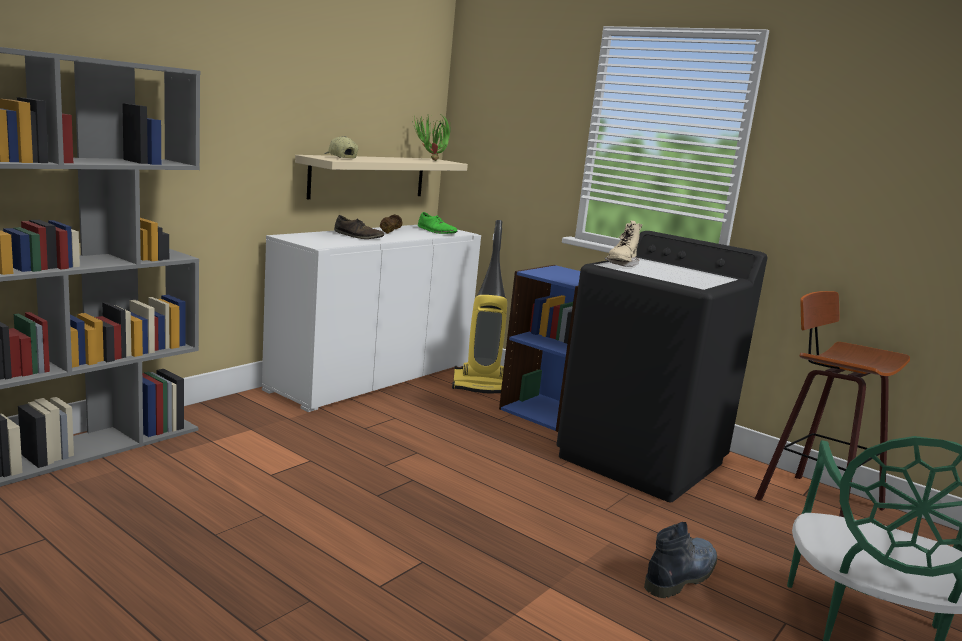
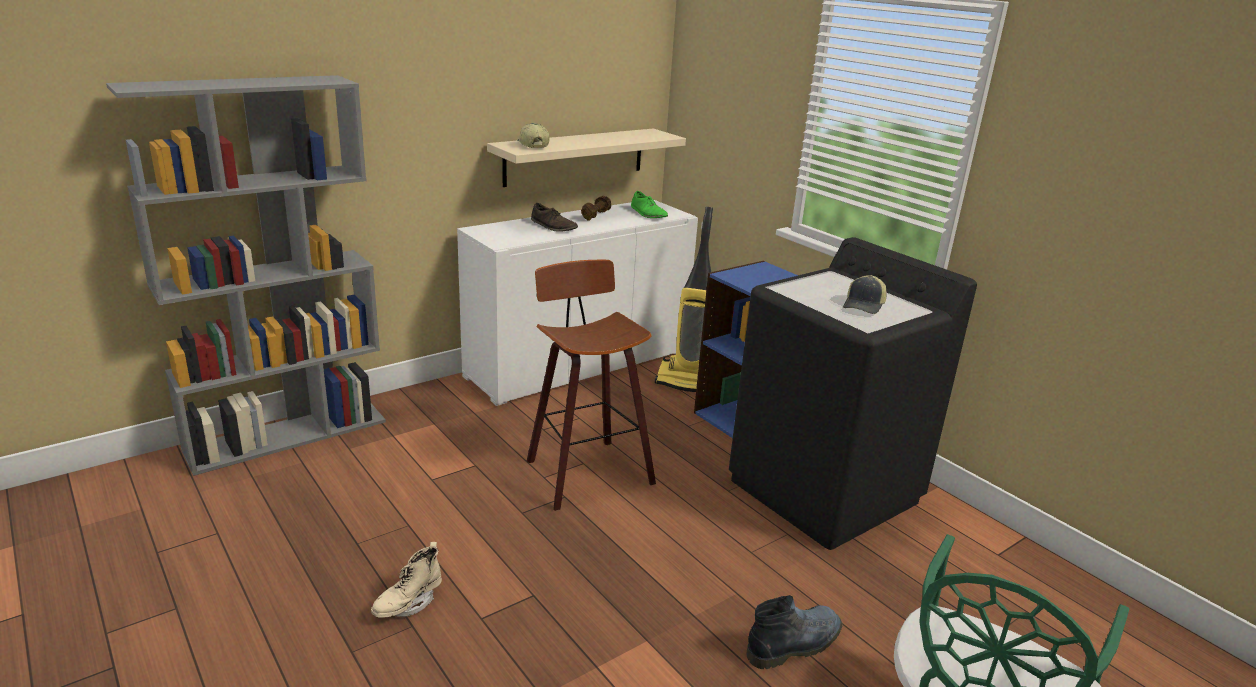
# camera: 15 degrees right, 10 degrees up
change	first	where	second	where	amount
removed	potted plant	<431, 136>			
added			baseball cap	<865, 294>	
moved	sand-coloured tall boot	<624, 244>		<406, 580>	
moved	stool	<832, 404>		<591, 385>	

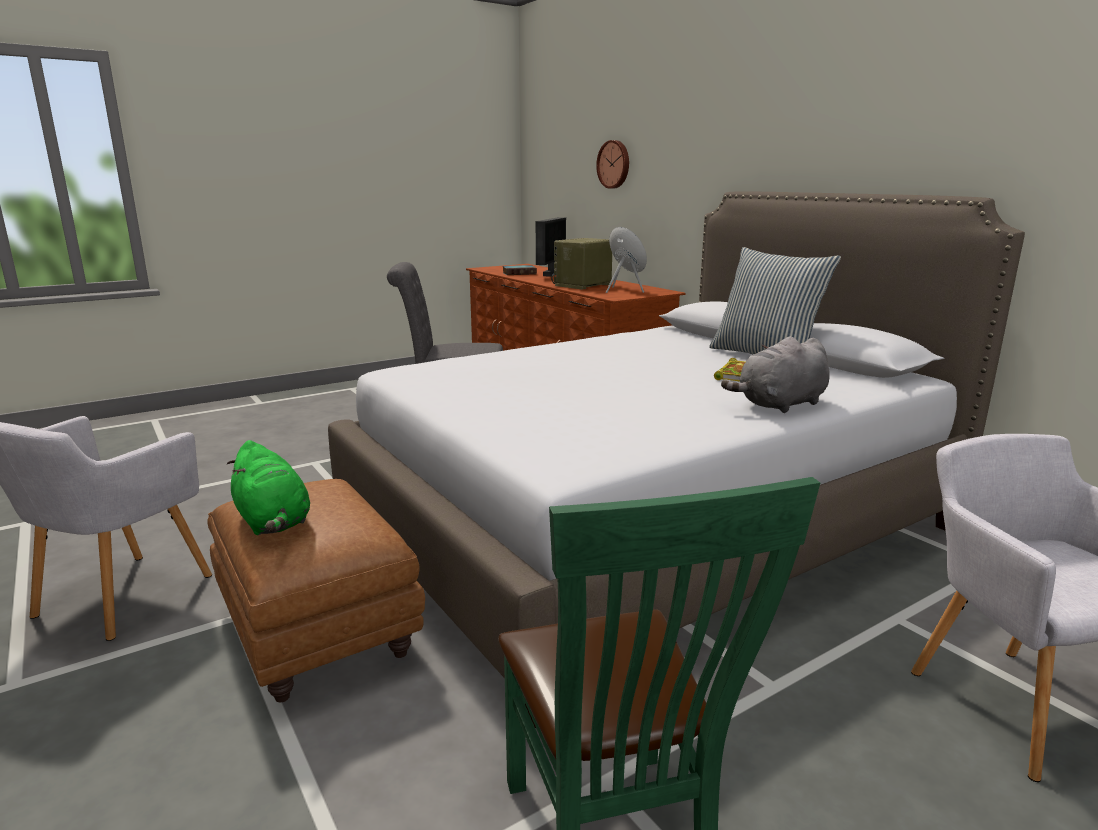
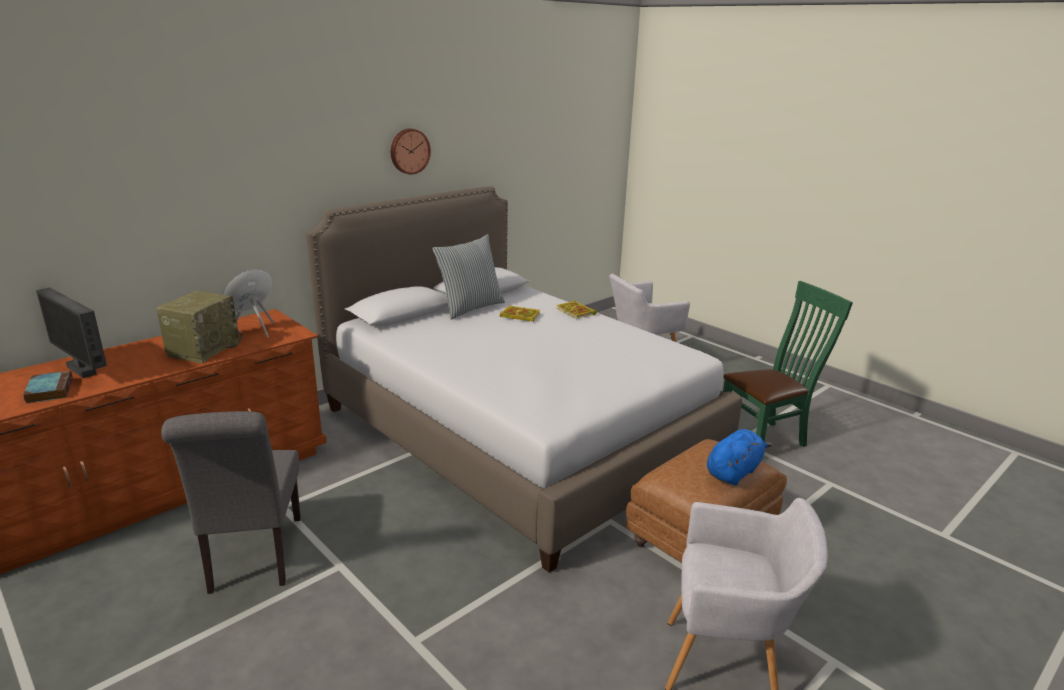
# camera: 100 degrees left, 5 degrees up
change	first	where	second	where	amount
moved	wall clock	<612, 164>		<411, 152>	
replaced	grey soft toy	<775, 374>	book	<576, 309>	
recoloured	green soft toy	<268, 487>	blue-coloured soft toy	<739, 457>	
turned	computer screen	<551, 247>		<71, 332>	150 degrees counterclockwise
turned	radio set	<581, 263>		<199, 327>	105 degrees counterclockwise

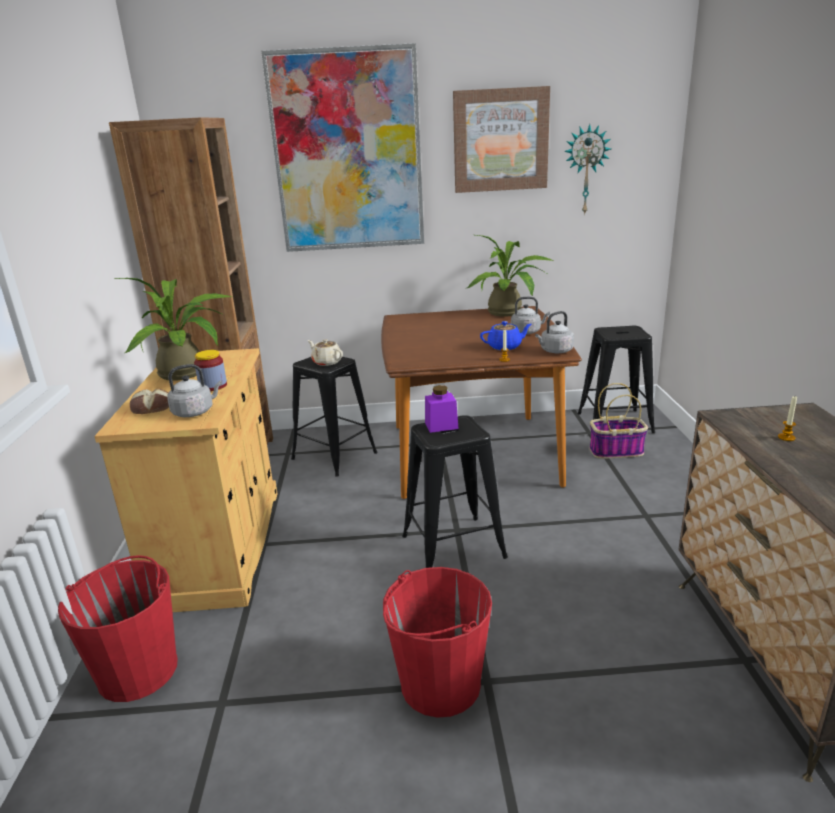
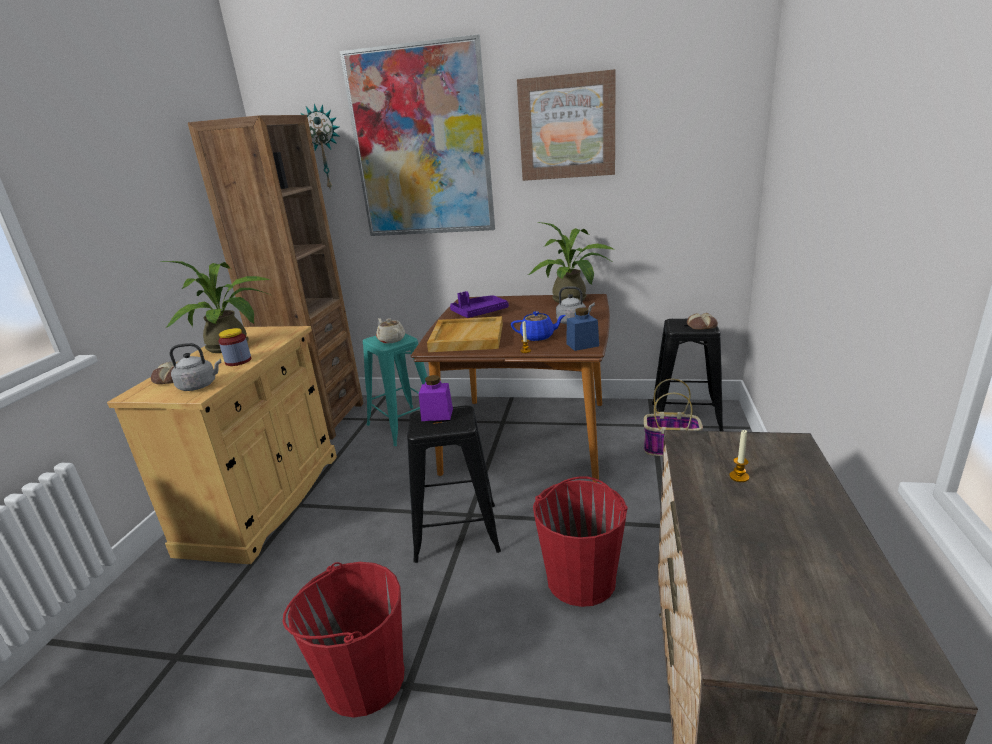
# camera: 15 degrees right, 0 degrees up
change	first	where	second	where	amount
added			sand-coloured tray	<465, 334>	
added			purple-coloured tray	<479, 304>	
added			bread	<702, 321>	
moved	red water bucket	<118, 628>		<580, 541>	
moved	wall clock	<587, 169>		<320, 147>	
replaced	grey kettle	<554, 332>	blue-coloured storage jar	<582, 329>	
recoloured	blackish stool	<334, 417>	turquoise-coloured stool	<395, 389>	

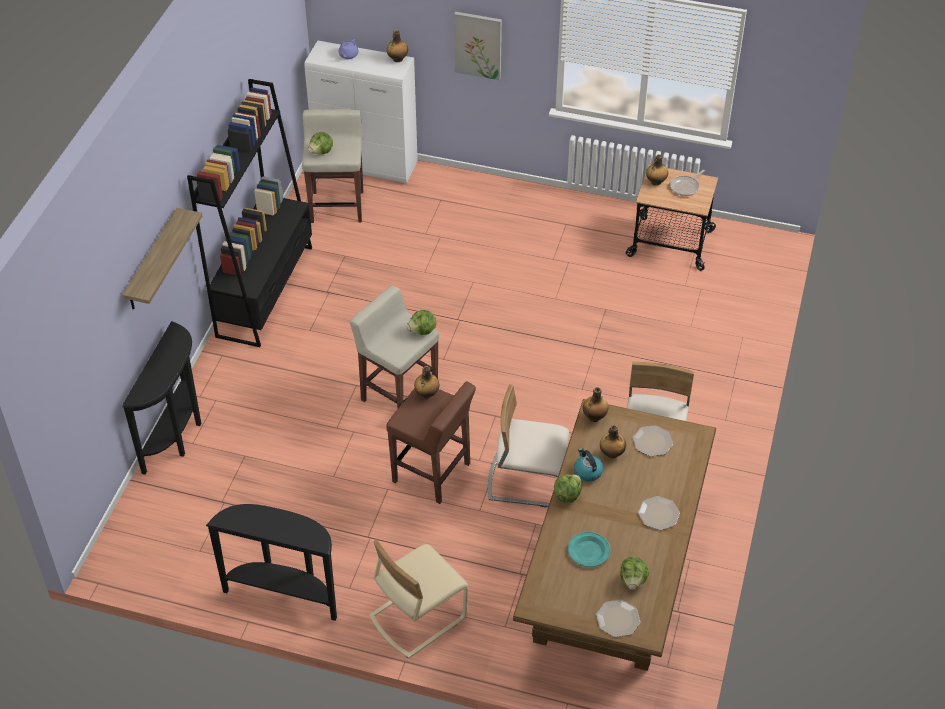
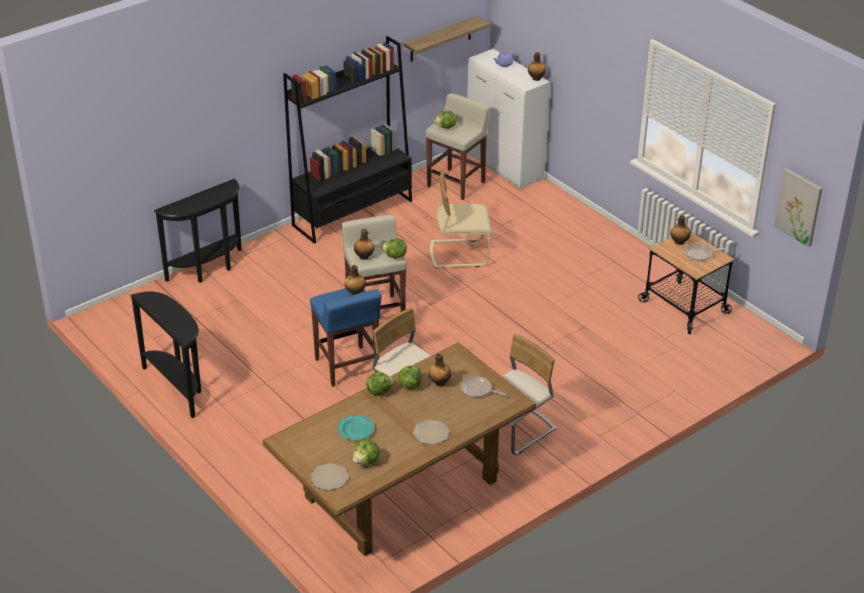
# camera: 35 degrees right, 10 degrees down
change	first	where	second	where	amount
moved	shelf	<162, 259>		<447, 39>	
moved	sand-coloured plain chair	<418, 599>		<461, 220>	
moved	wall picture	<478, 46>		<798, 207>	
moved	bottle	<595, 404>		<364, 244>	
replaced	kettle	<589, 465>	lettuce	<410, 377>	
replaced	flat dish	<653, 440>	skillet	<483, 386>	
recoloured	brown stool	<431, 442>	blue-coloured stool	<346, 337>	

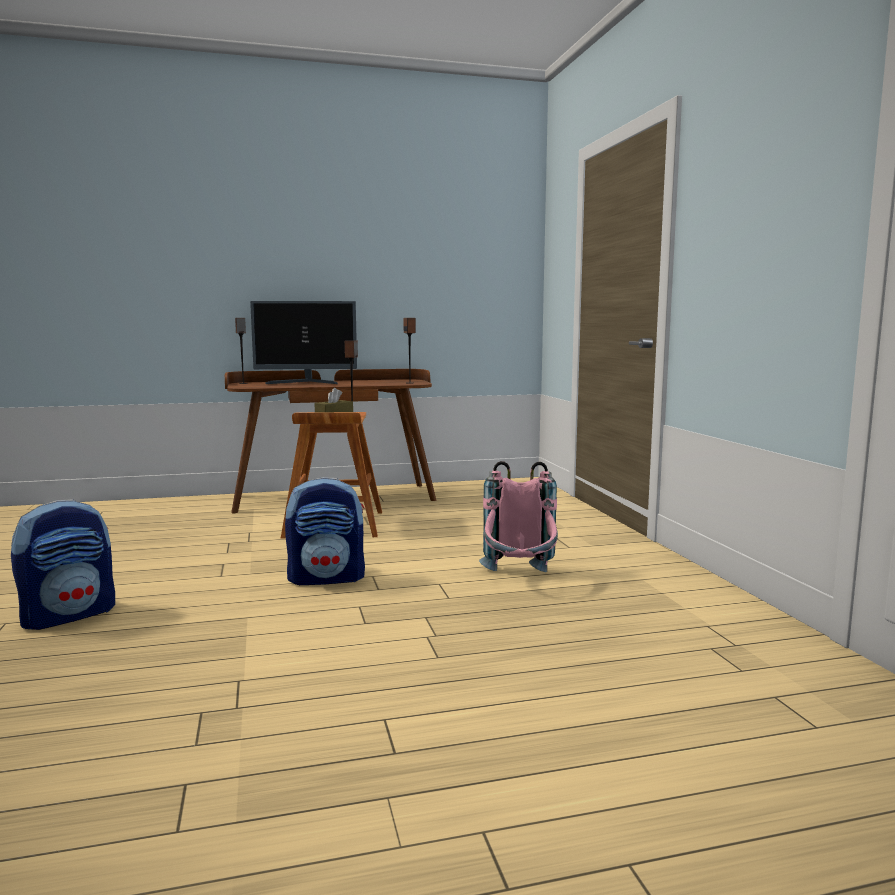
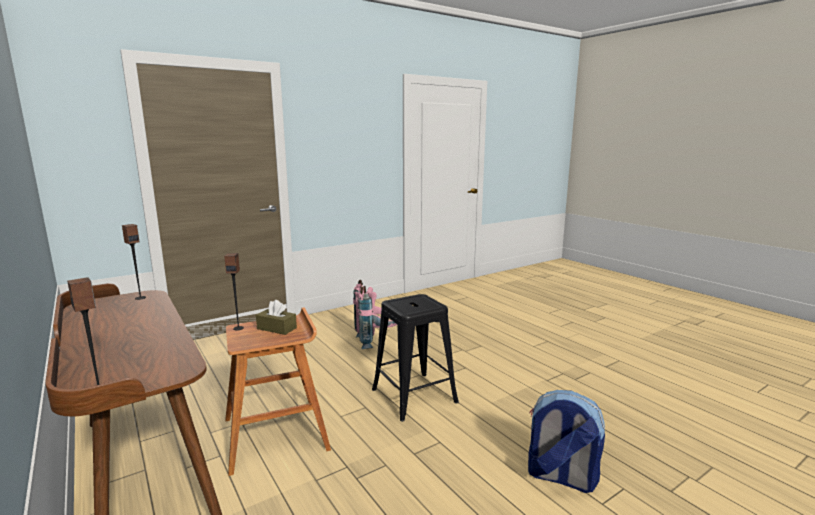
# camera: 110 degrees left, 5 degrees up
change	first	where	second	where	amount
removed	computer screen	<303, 342>			
replaced	knapsack	<325, 531>	blackish stool	<415, 358>	

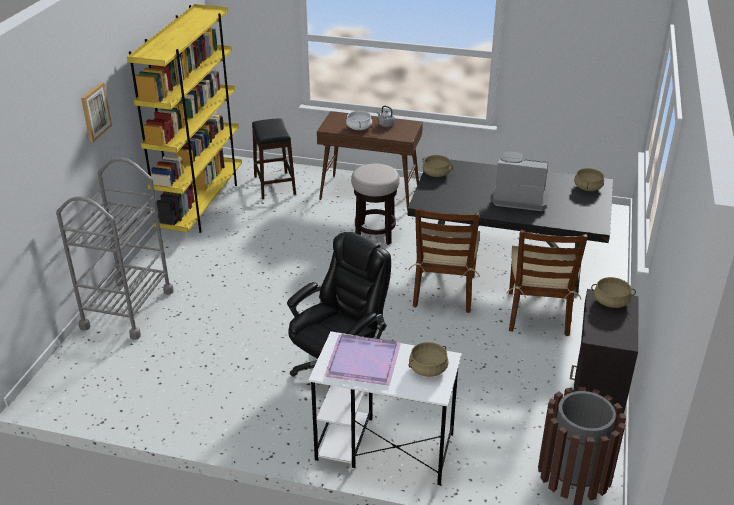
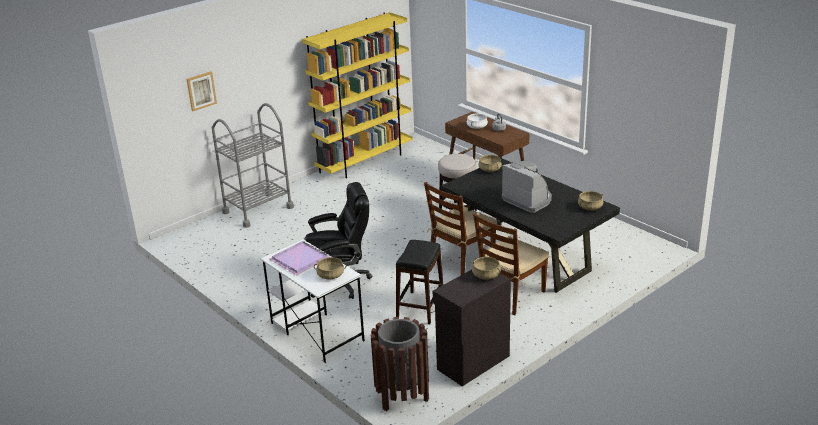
# camera: 35 degrees right, 5 degrees down
change	first	where	second	where	amount
moved	wall picture	<96, 112>		<201, 91>	
moved	blackish stool	<274, 158>		<419, 282>	

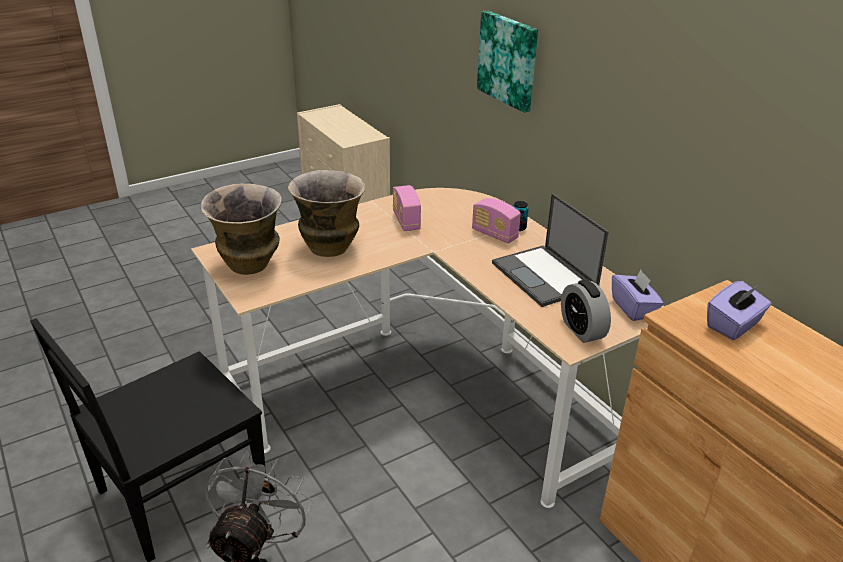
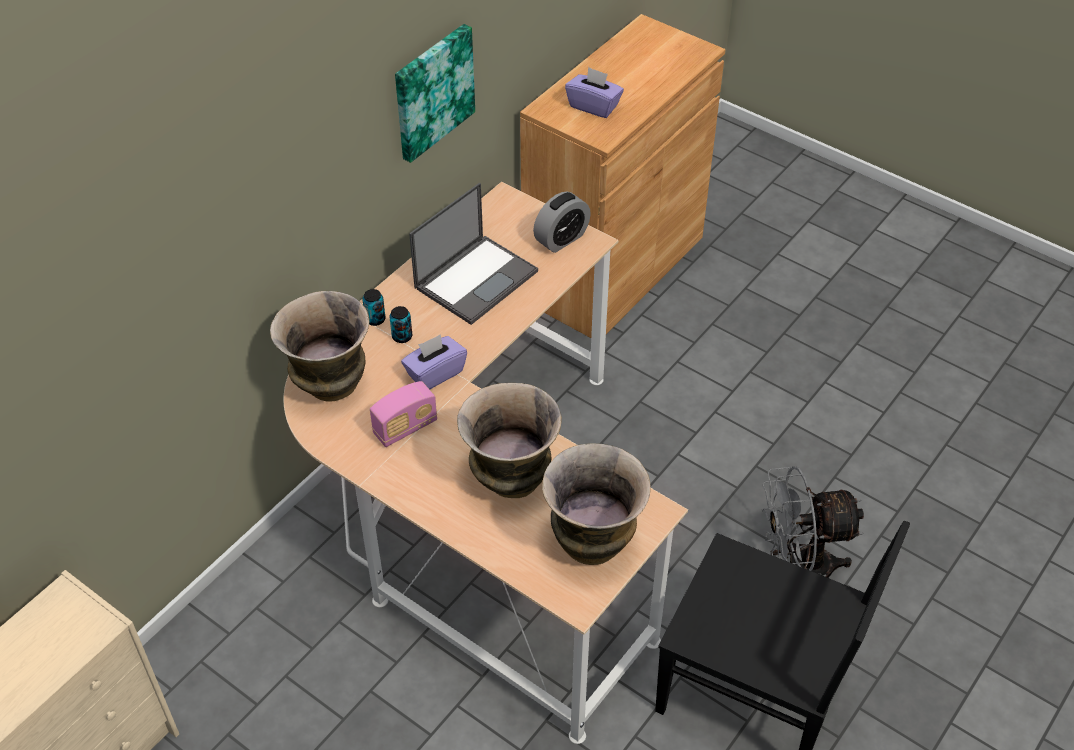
# camera: 110 degrees left, 15 degrees up
change	first	where	second	where	amount
added			decorative vase	<319, 346>	
moved	wall picture	<507, 61>		<435, 93>	
moved	purple-coloured tissue box	<638, 295>		<434, 361>	
replaced	radio set	<496, 221>	sealed can	<401, 324>	

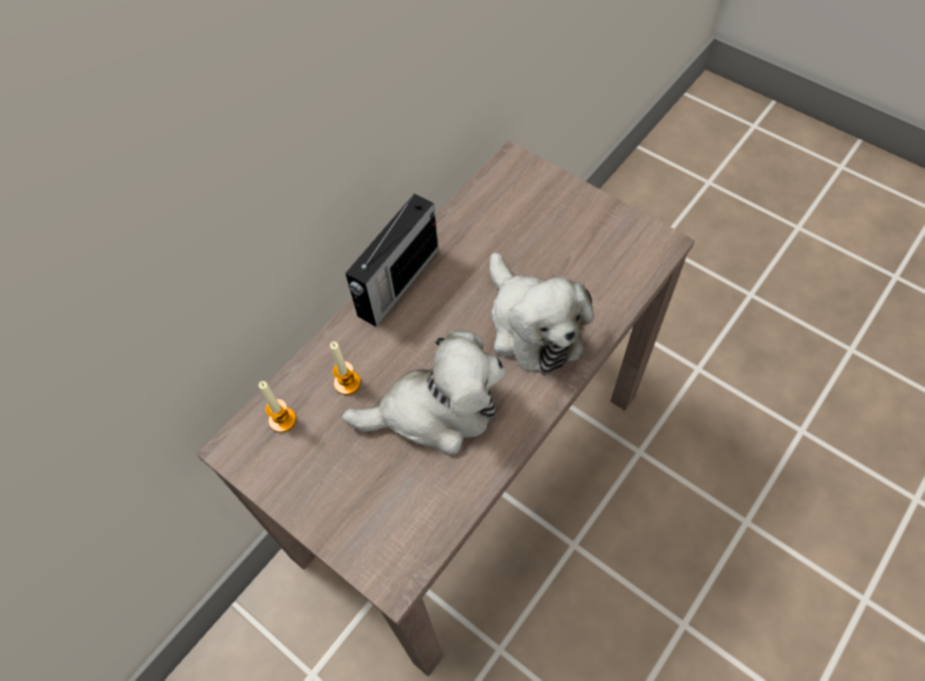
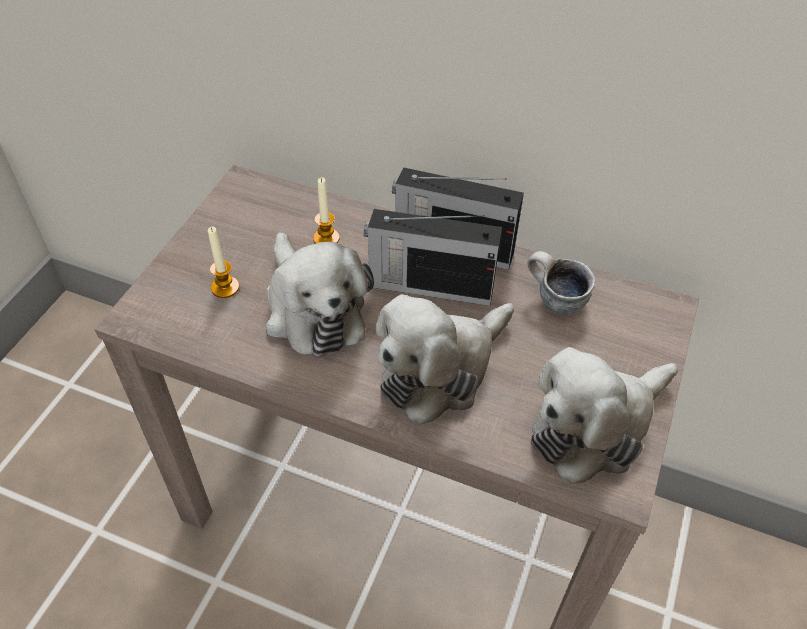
# camera: 70 degrees right, 10 degrees down
change	first	where	second	where	amount
added			radio set	<433, 257>	
added			mug	<561, 282>	
added			soft toy	<604, 415>	
moved	candle	<277, 407>		<223, 262>	

